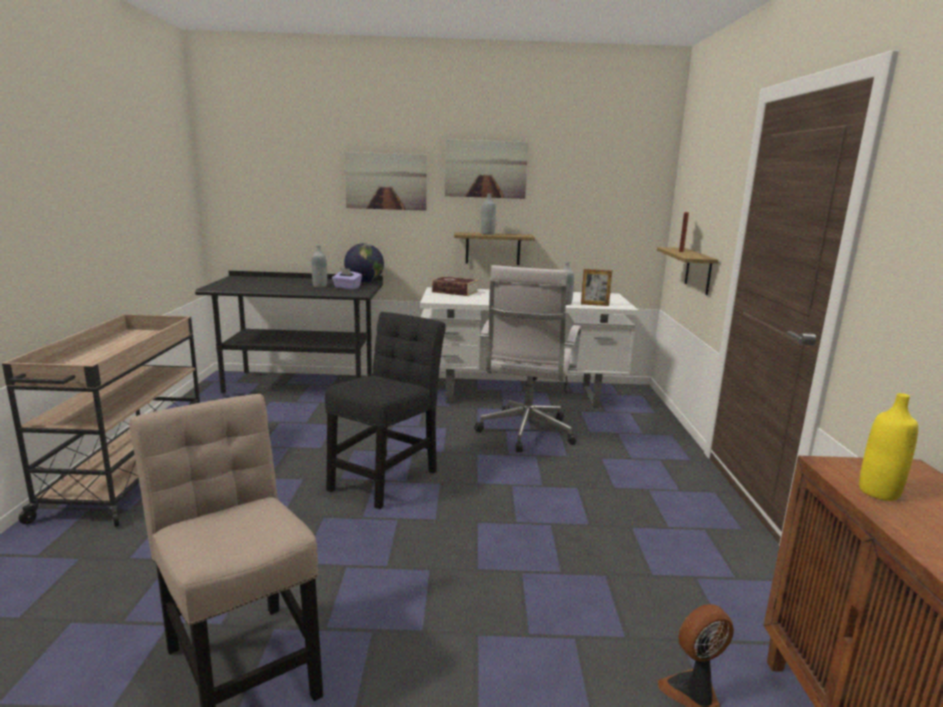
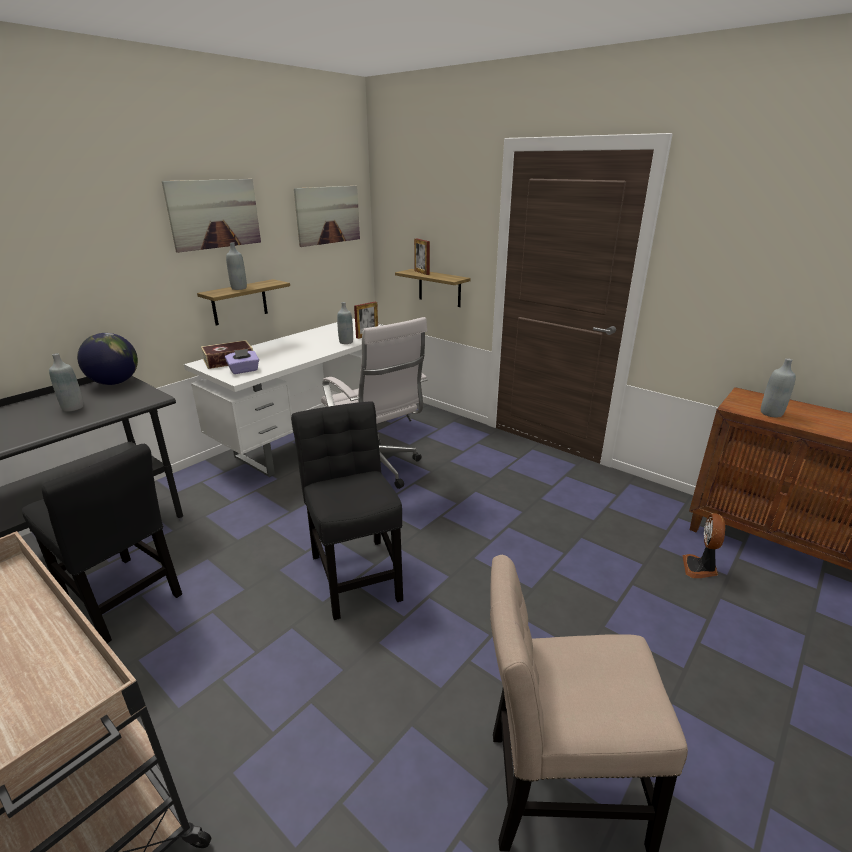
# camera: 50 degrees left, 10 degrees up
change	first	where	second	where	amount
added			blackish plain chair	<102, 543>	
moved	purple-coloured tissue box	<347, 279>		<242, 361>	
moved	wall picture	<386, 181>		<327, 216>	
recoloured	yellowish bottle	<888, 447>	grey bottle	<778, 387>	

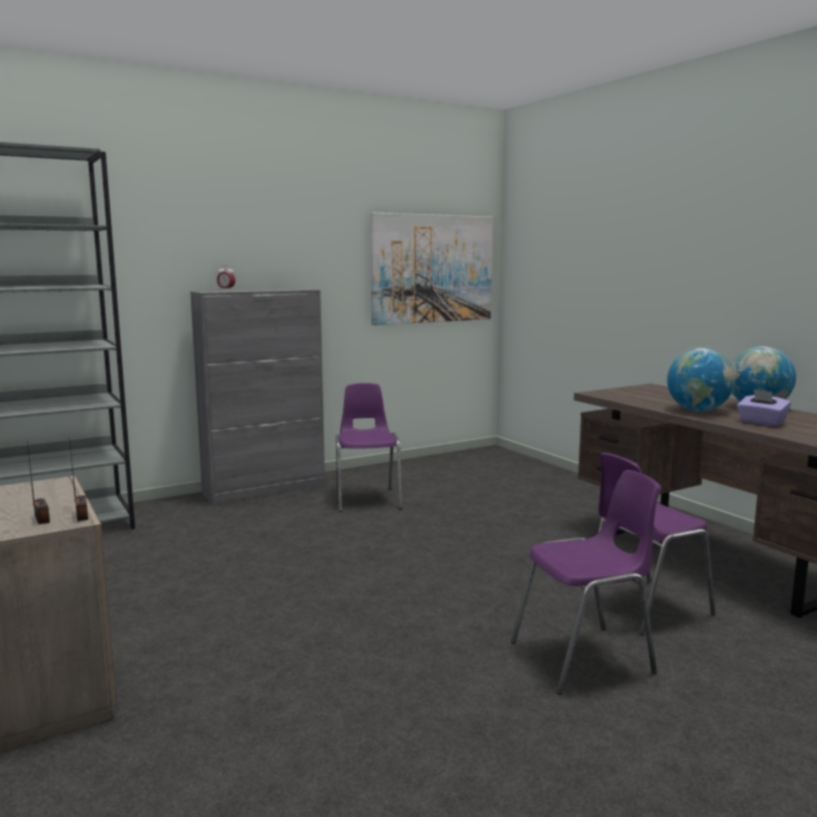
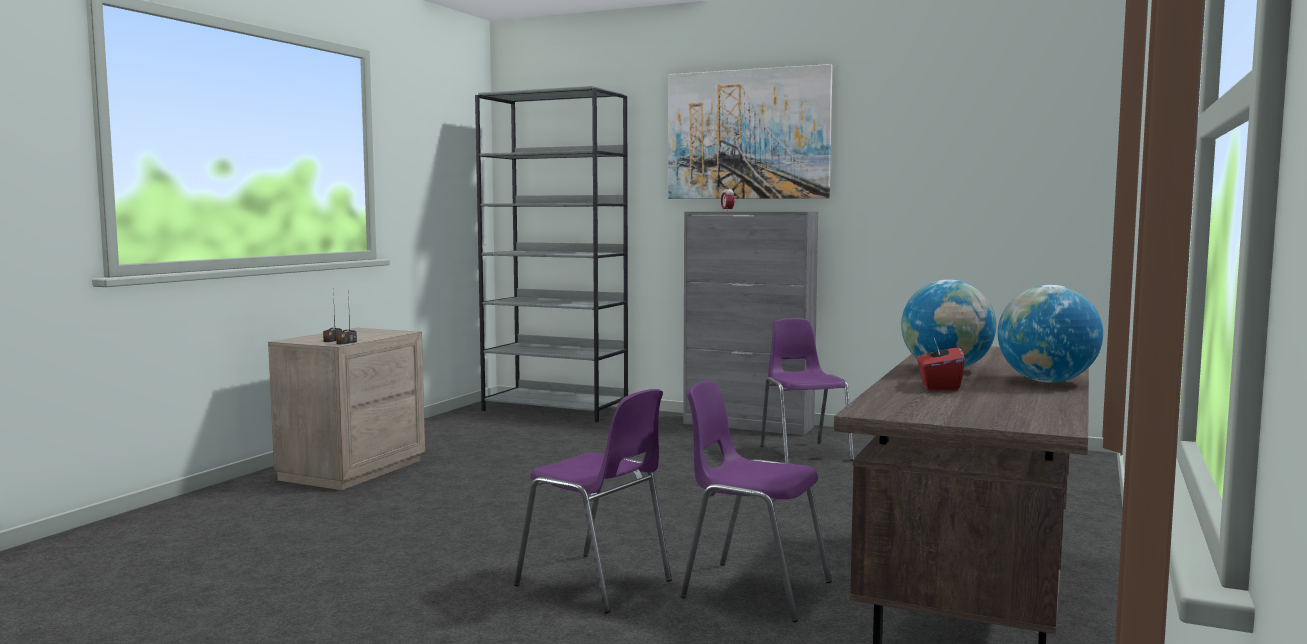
# camera: 55 degrees right, 5 degrees down
change	first	where	second	where	amount
moved	wall picture	<431, 269>		<750, 131>	
recoloured	purple-coloured tissue box	<764, 407>	red tissue box	<941, 363>	
turned	purple-coloured plain chair	<369, 447>		<807, 390>	60 degrees counterclockwise

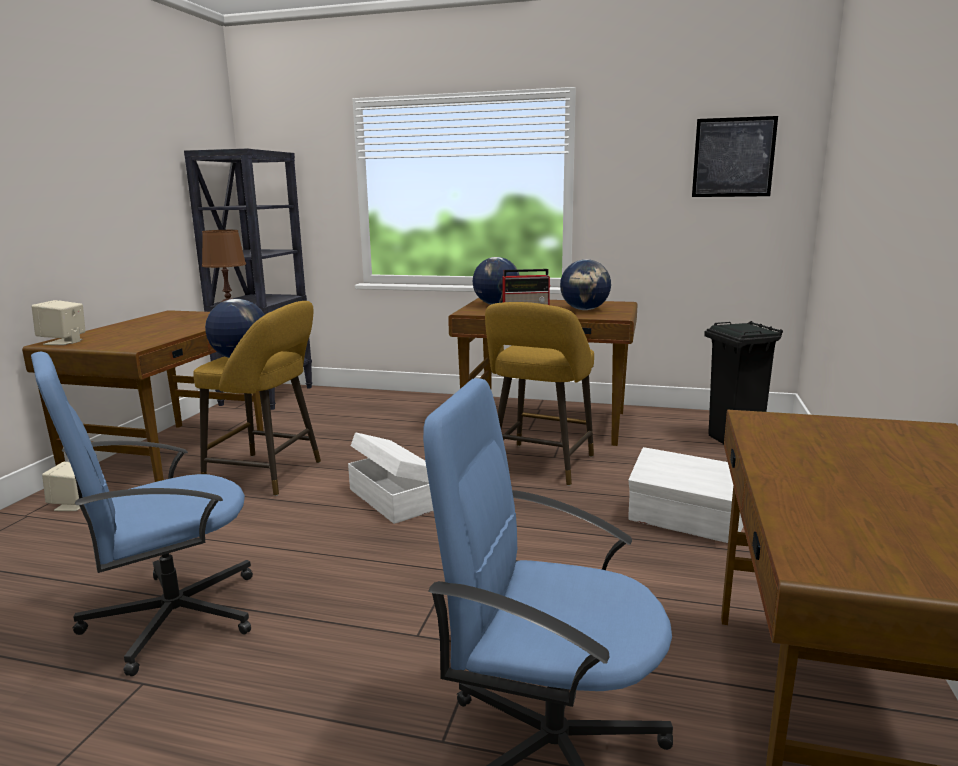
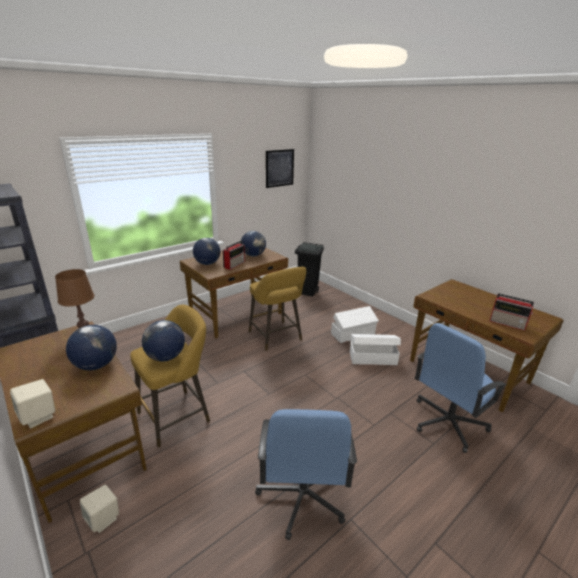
# camera: 55 degrees left, 10 degrees up
change	first	where	second	where	amount
added			globe	<91, 347>	
added			radio set	<512, 312>	
moved	white-coloured storage bin	<390, 478>		<375, 349>	

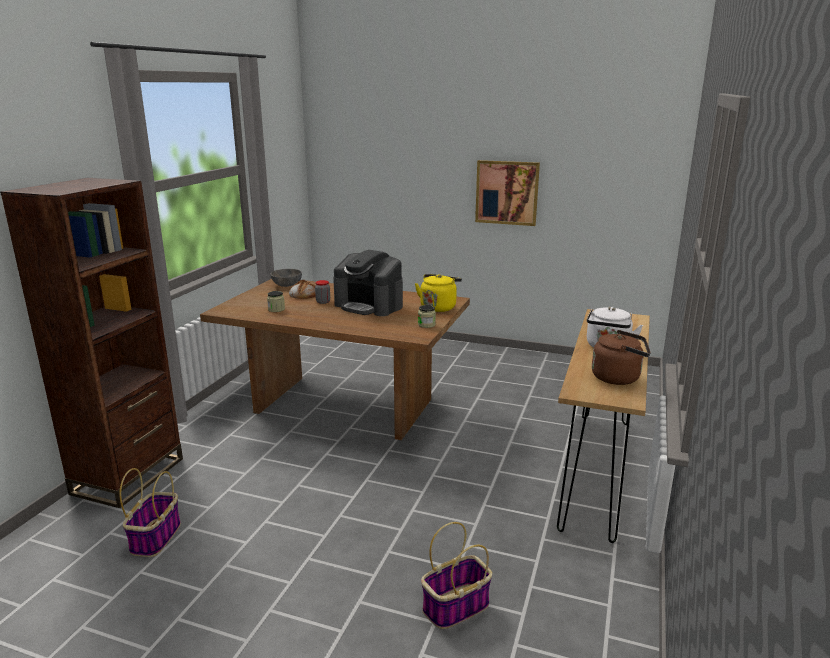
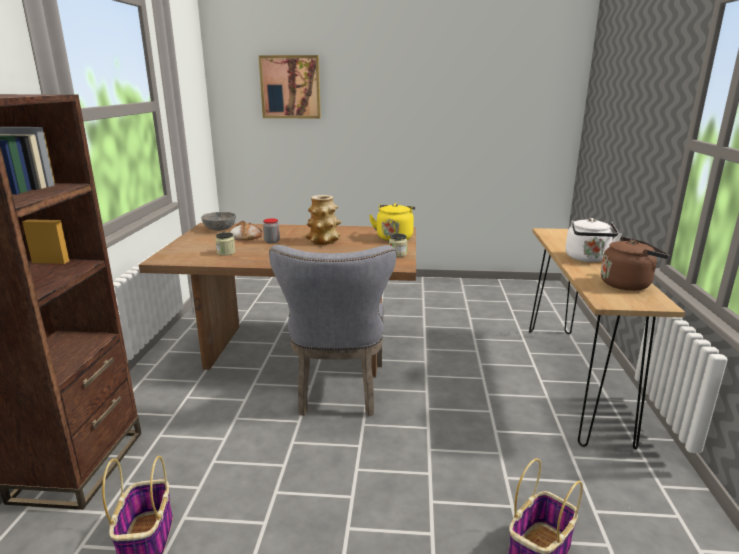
# camera: 15 degrees left, 0 degrees up
change	first	where	second	where	amount
added			grey plain chair	<332, 331>	
moved	wall picture	<507, 193>		<290, 86>	
replaced	coffee machine	<368, 283>	decorative vase	<323, 220>	

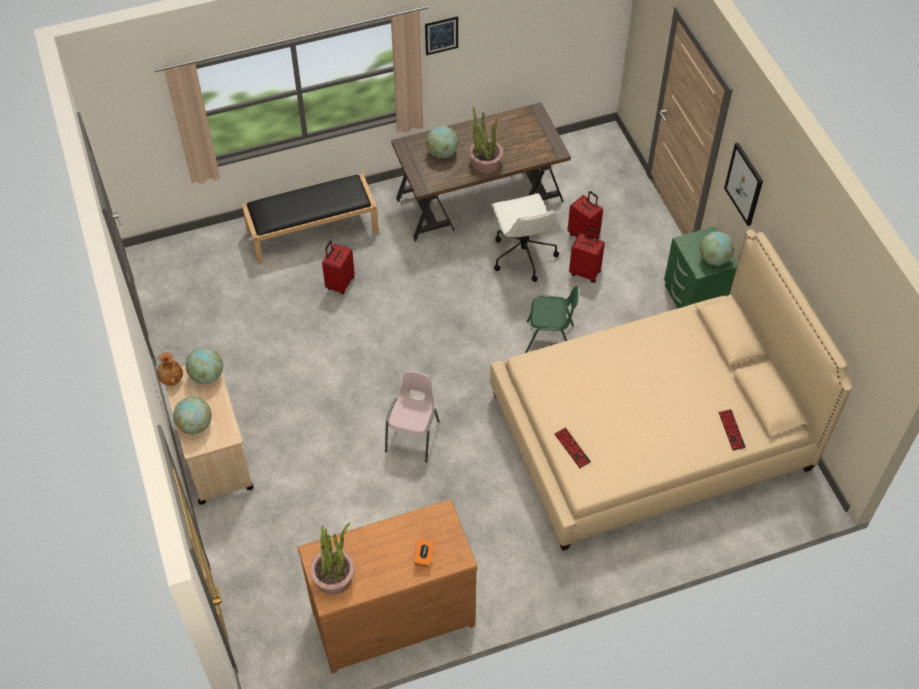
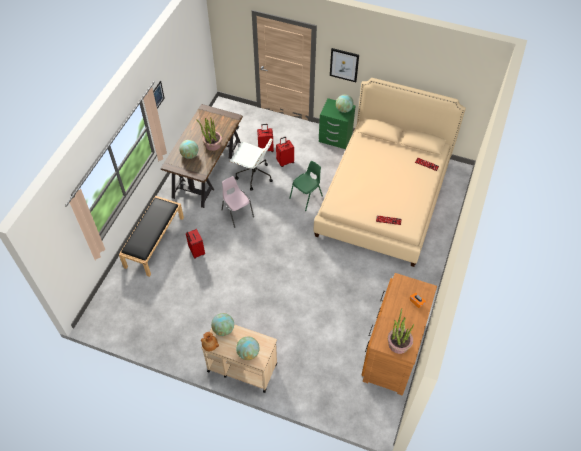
# camera: 50 degrees left, 0 degrees up
change	first	where	second	where	amount
moved	pink-coloured plain chair	<412, 417>		<238, 202>	

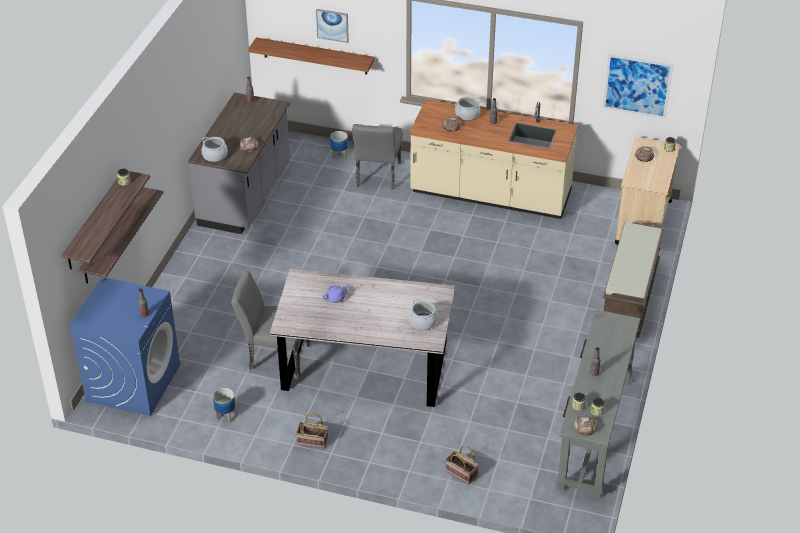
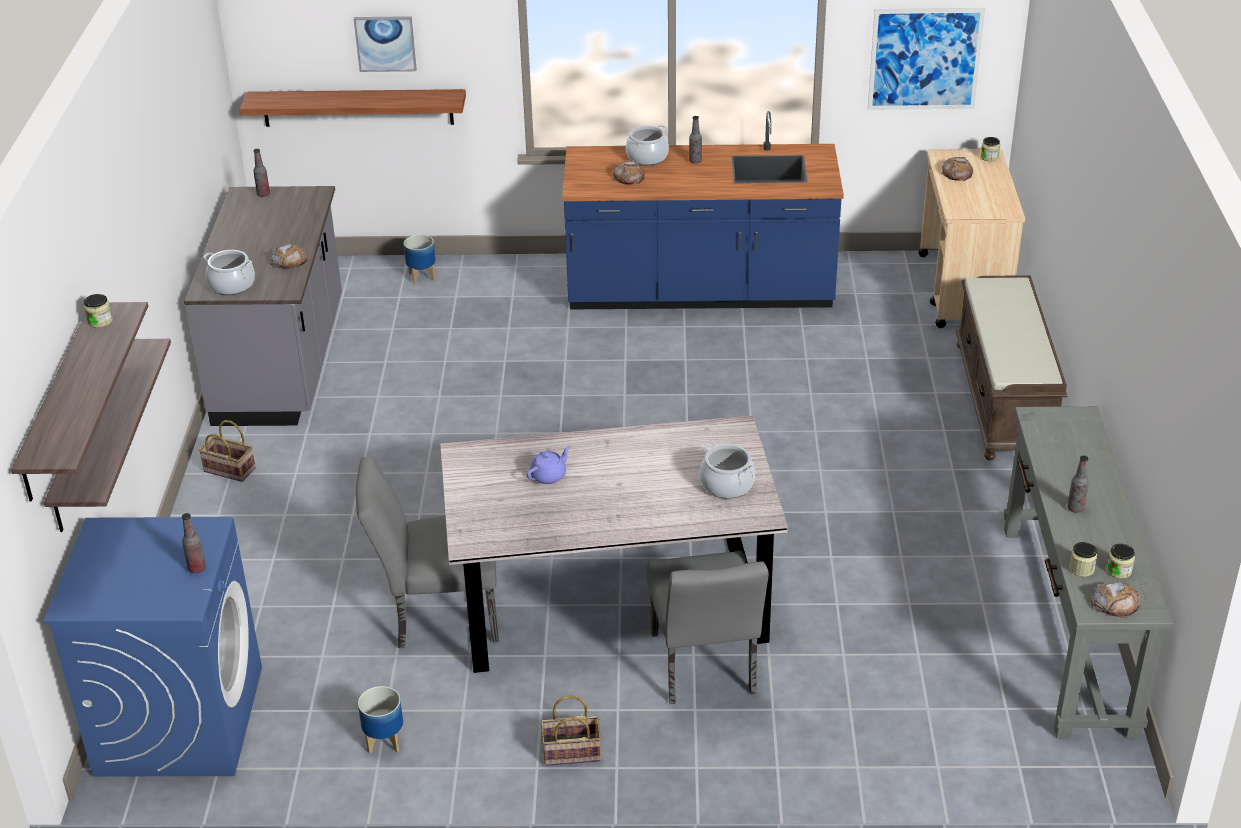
# camera: 15 degrees left, 5 degrees down
change	first	where	second	where	amount
moved	grey plain chair	<377, 156>		<707, 627>	
moved	basket	<462, 465>		<227, 451>	
recoloured	sand-coloured kitchen counter	<494, 159>	blue-coloured kitchen counter	<703, 210>	

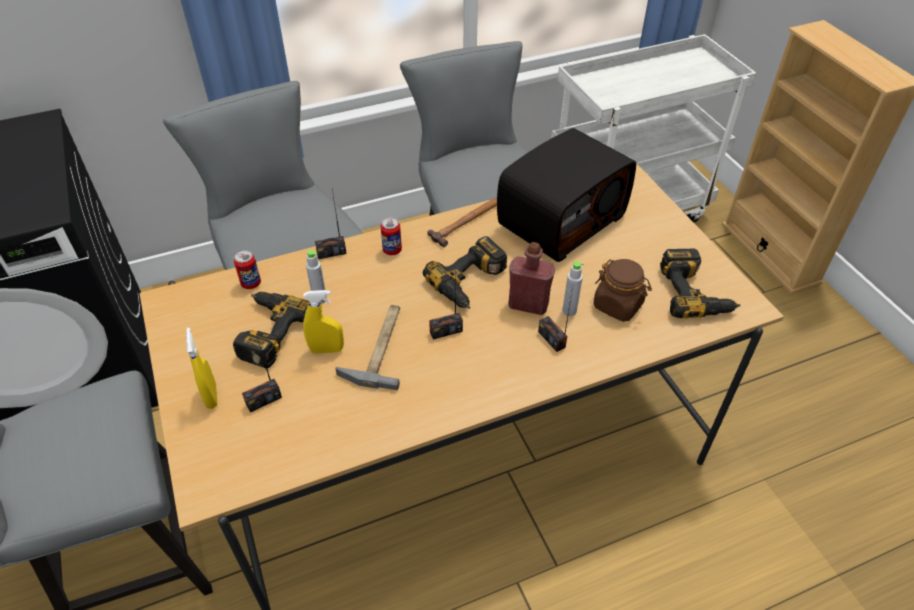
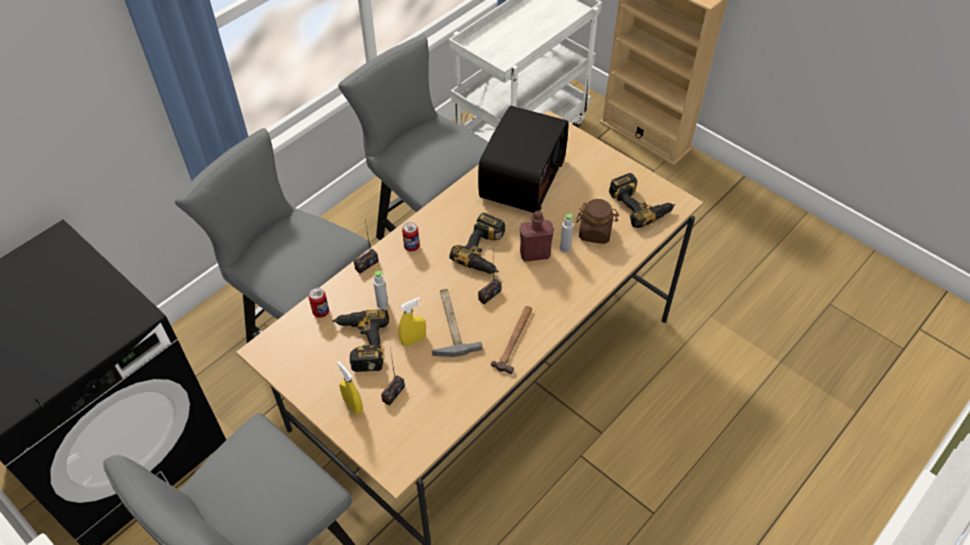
# camera: 25 degrees left, 5 degrees up
change	first	where	second	where	amount
removed	radio set	<555, 319>			
moved	hammer	<462, 222>		<511, 340>	

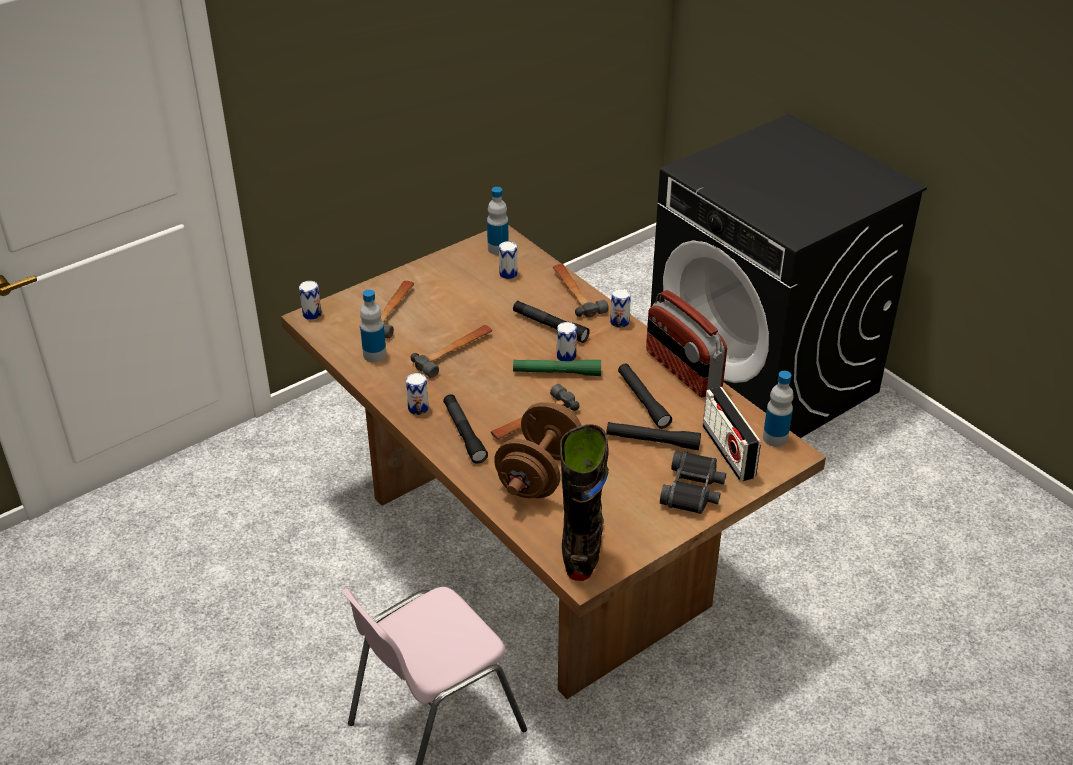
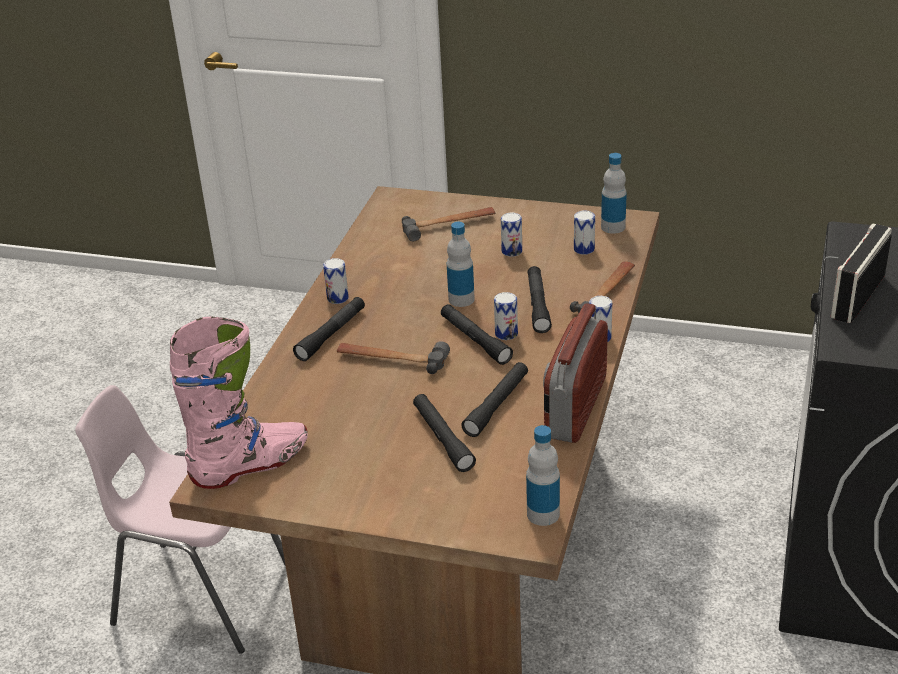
# camera: 55 degrees right, 5 degrees down
change	first	where	second	where	amount
removed	hammer	<451, 351>			
removed	brown hand weight	<538, 450>			
removed	blackish field glasses	<693, 482>			
moved	sealed can	<310, 300>		<511, 235>	
moved	bottle	<373, 325>		<461, 264>	
moved	radio set	<732, 434>		<861, 273>	
recoloured	green hand torch	<557, 367>	blackish hand torch	<477, 334>	
recoloured	blackish tall boot	<584, 502>	pink-coloured tall boot	<239, 403>	

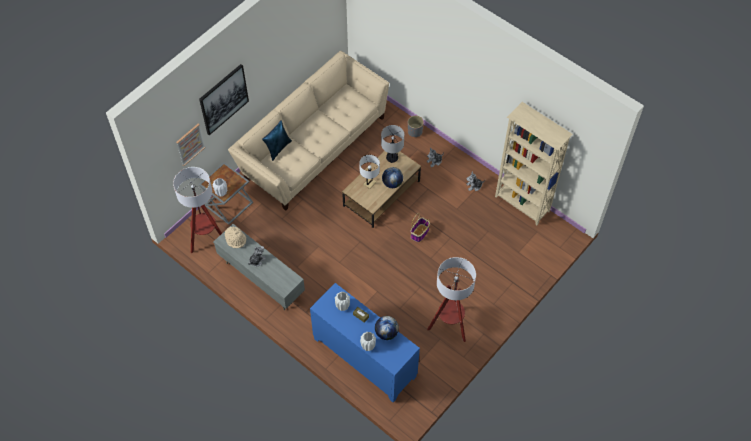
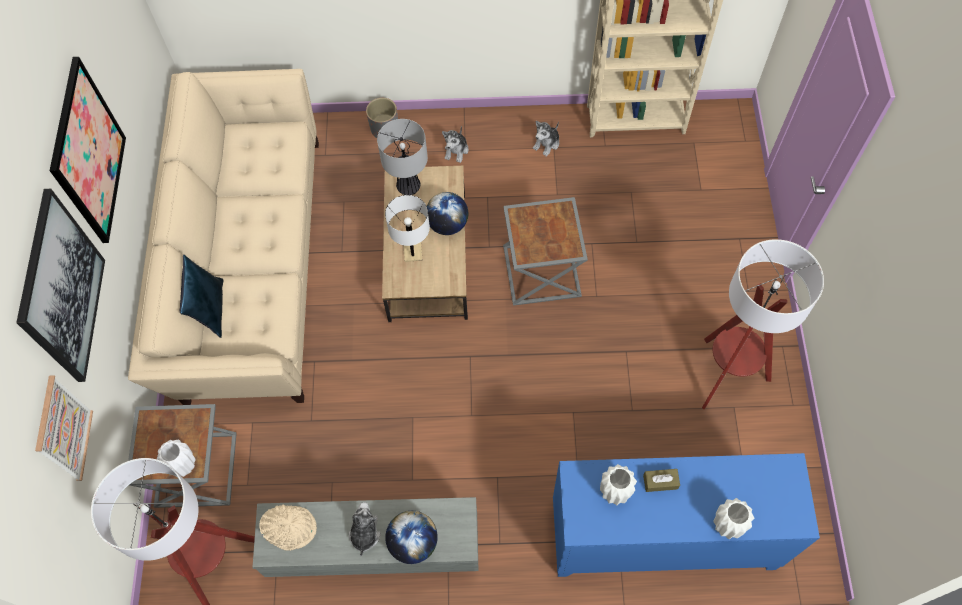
# camera: 40 degrees left, 5 degrees up
change	first	where	second	where	amount
added			wall picture	<88, 150>	
moved	globe	<387, 328>		<411, 537>	
replaced	basket	<420, 227>	grey accent table	<545, 251>	

